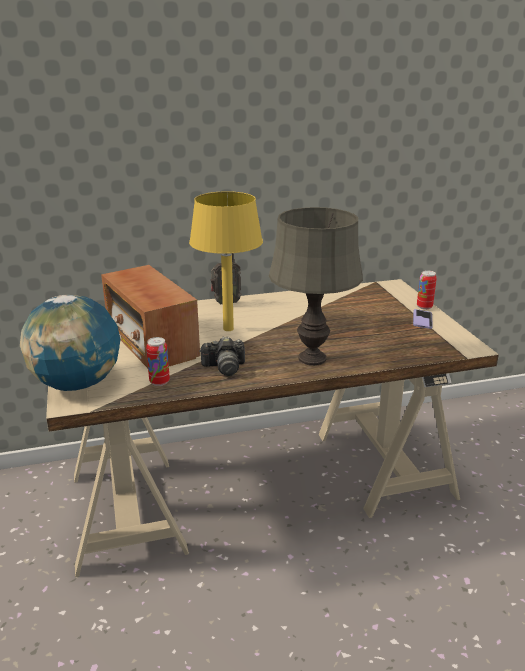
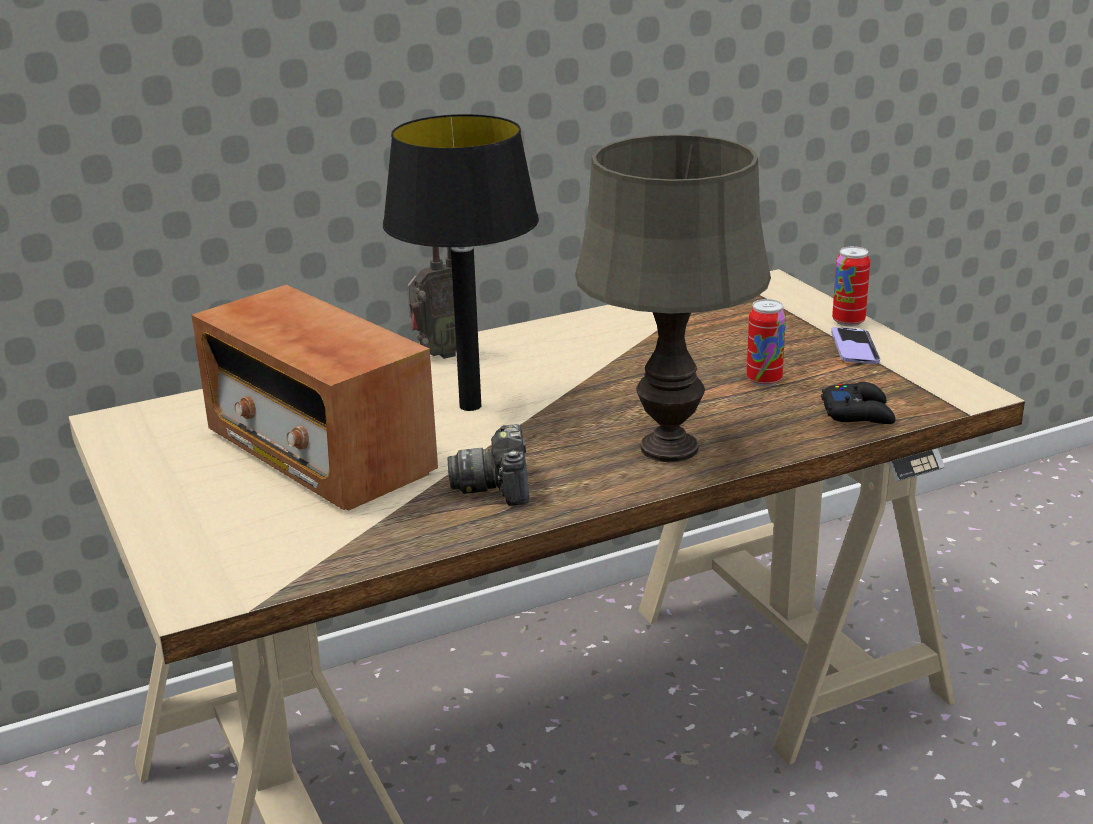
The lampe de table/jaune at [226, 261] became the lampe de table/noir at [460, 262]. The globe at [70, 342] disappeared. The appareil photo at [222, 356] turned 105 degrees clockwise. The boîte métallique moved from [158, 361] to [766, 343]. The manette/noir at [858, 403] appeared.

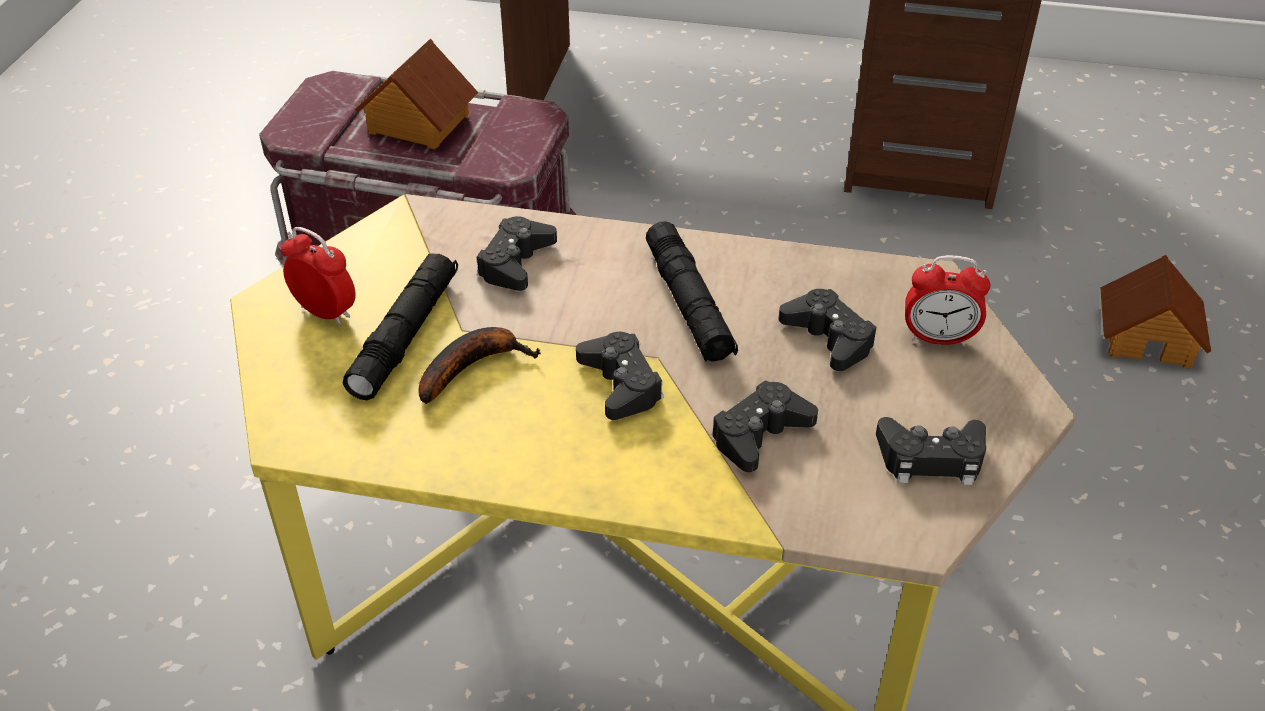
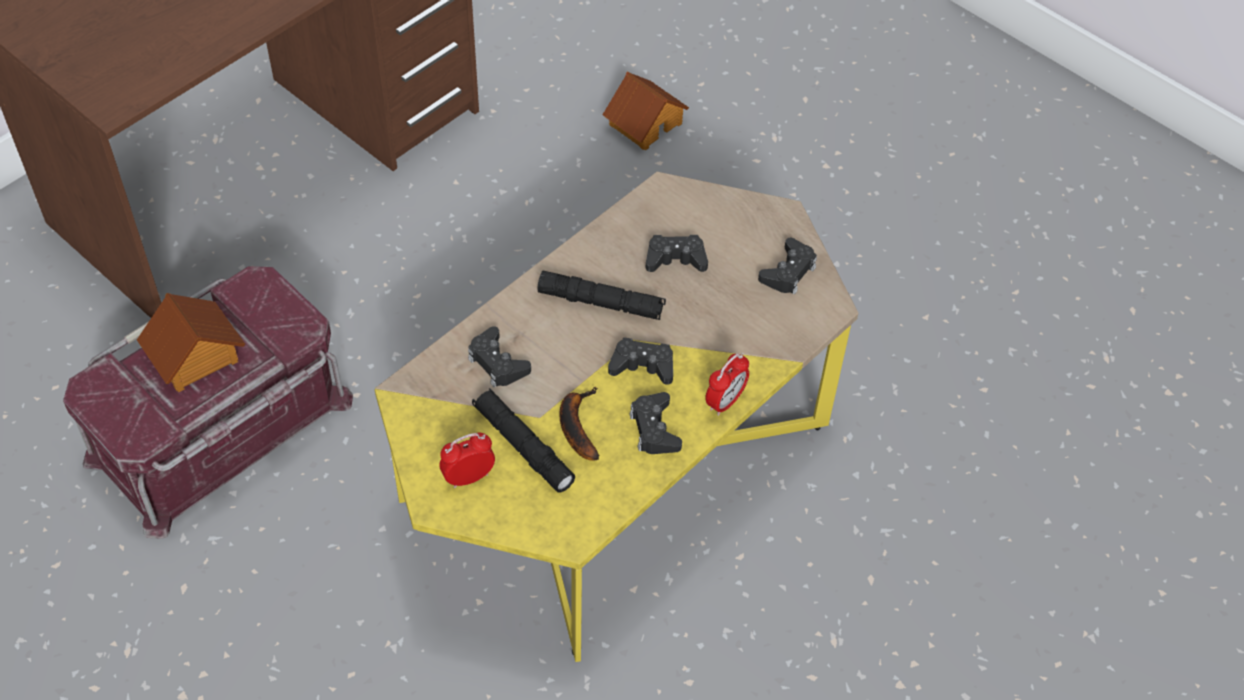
The réveil moved from [947, 300] to [727, 384]. The manette/noir moved from [765, 426] to [655, 423].

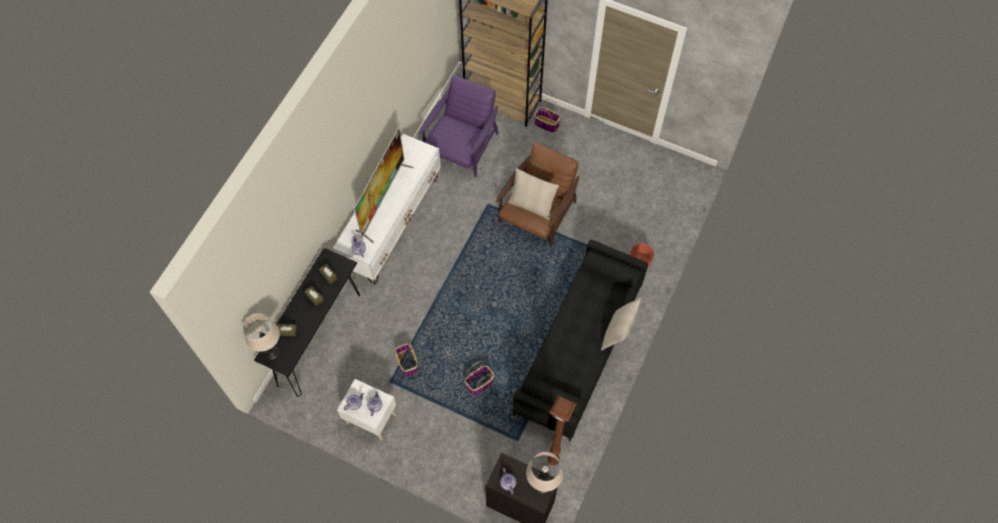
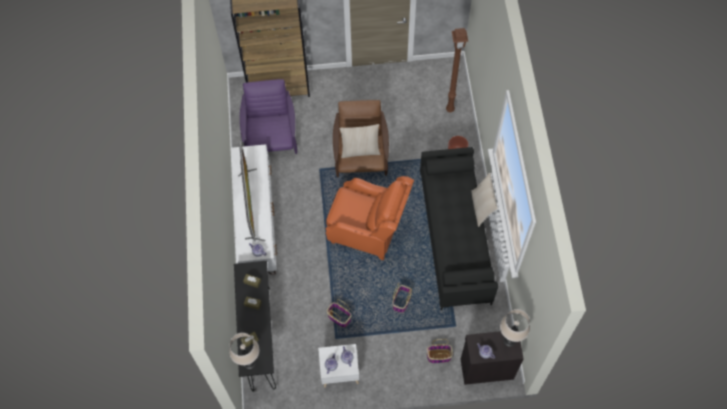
The panier moved from [547, 116] to [440, 351]. The lampadaire/marron moved from [562, 430] to [457, 70]. The fauteuil/orange at [370, 218] appeared.

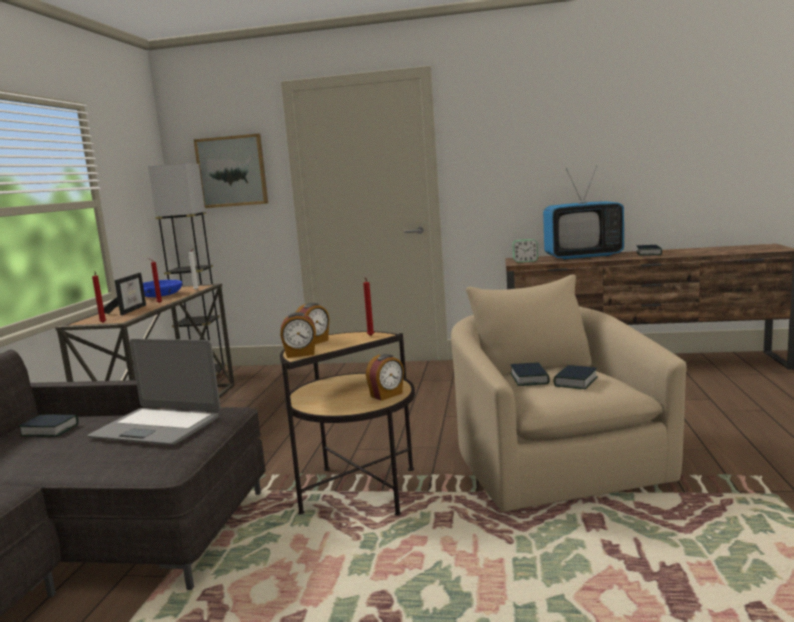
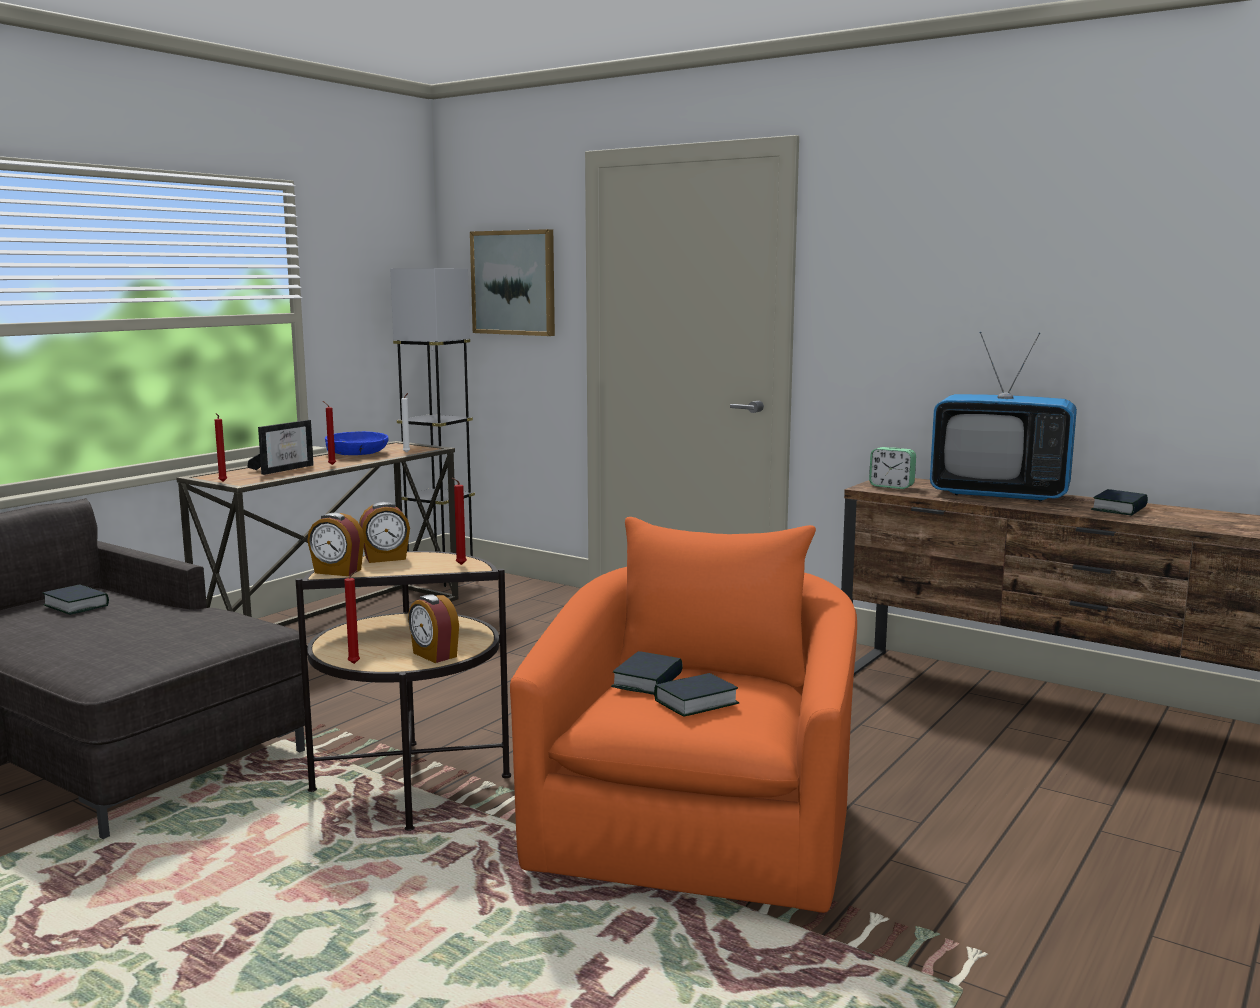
The fauteuil/beige at [569, 393] became the fauteuil/orange at [683, 715]. The ordinateur portable at [154, 392] disappeared. The réveil at [385, 377] turned 60 degrees clockwise. The bougie/rouge at [352, 617] appeared.

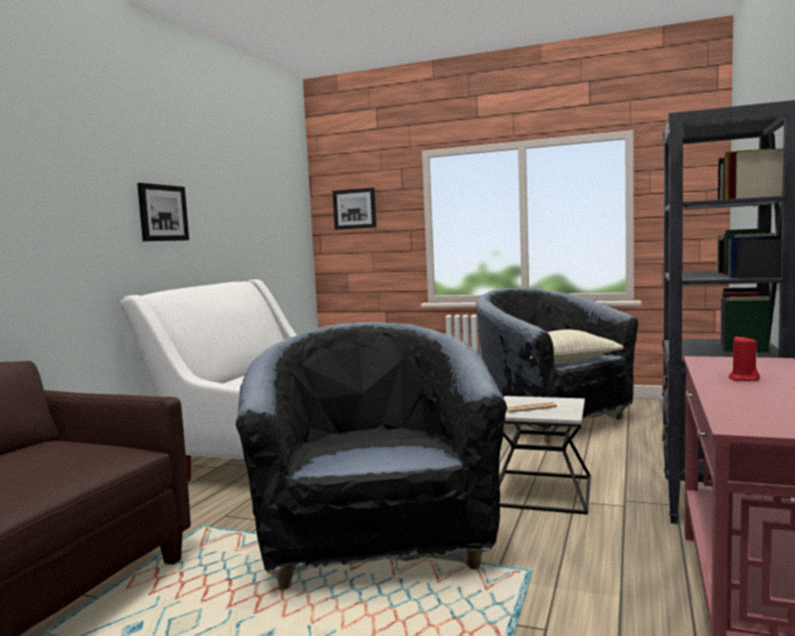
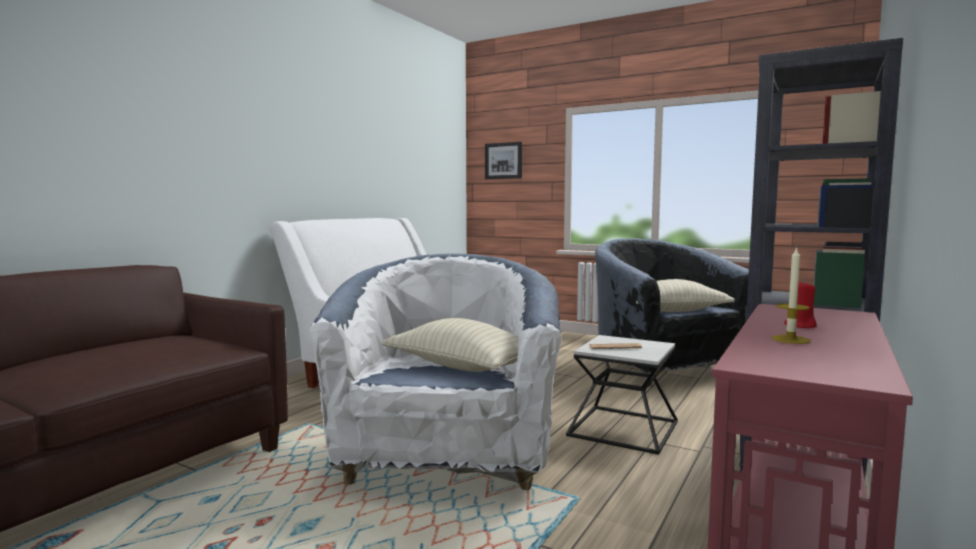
The tableau at [163, 212] disappeared. The fauteuil/noir at [371, 456] became the fauteuil/blanc at [436, 372]. The bougie at [791, 295] appeared. The coussin/beige at [450, 345] appeared.

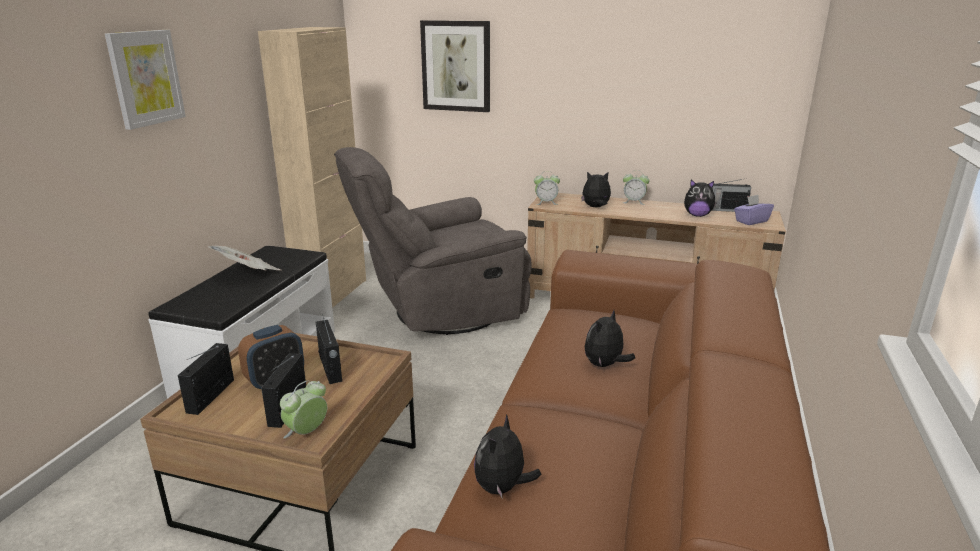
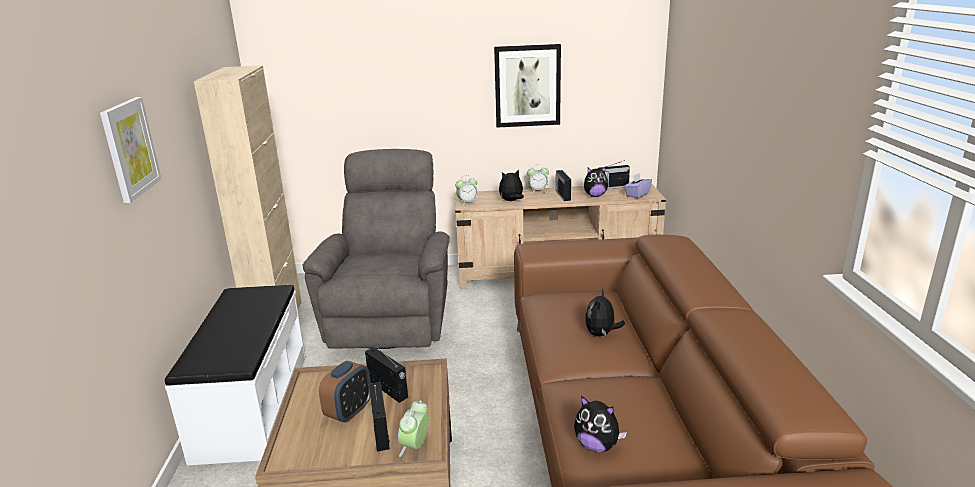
The tableau moved from [455, 66] to [527, 86]. The fauteuil/gris at [433, 241] turned 135 degrees clockwise. The journal at [244, 257] disappeared. The radio moved from [205, 379] to [563, 185]. The peluche at [508, 456] turned 60 degrees counterclockwise.

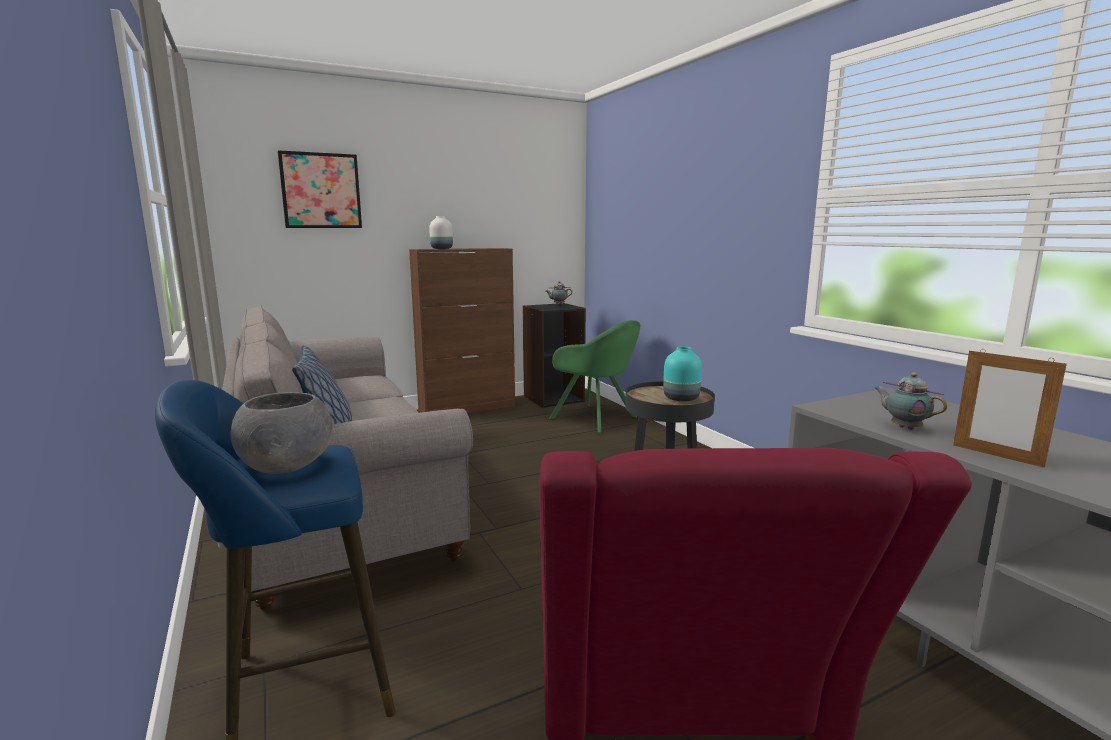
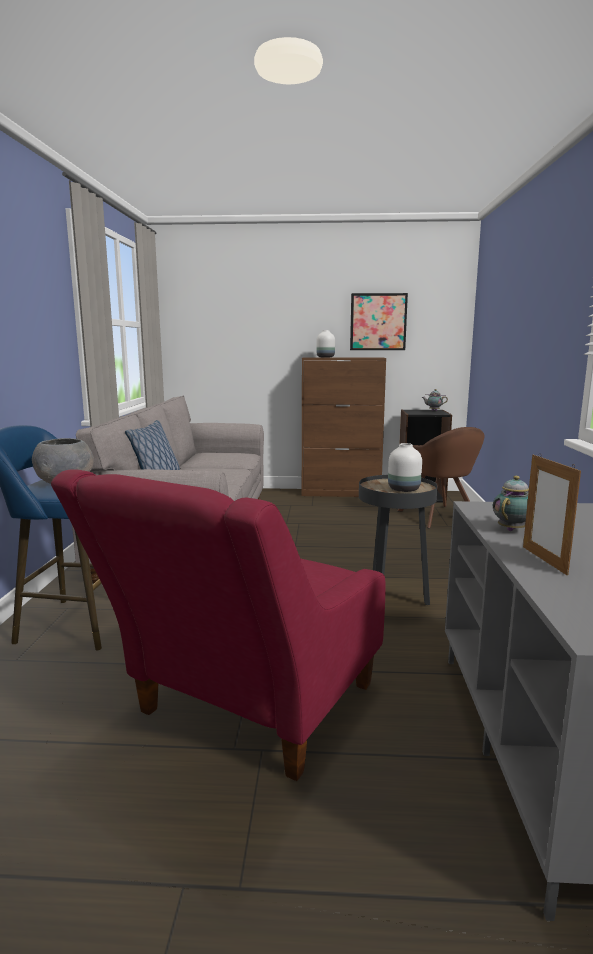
The tableau moved from [320, 189] to [379, 321]. The fauteuil/vert at [594, 376] became the fauteuil/marron at [441, 477]. The vase/turquoise at [682, 373] became the vase/blanc at [405, 467]. The théière at [911, 401] turned 45 degrees clockwise.

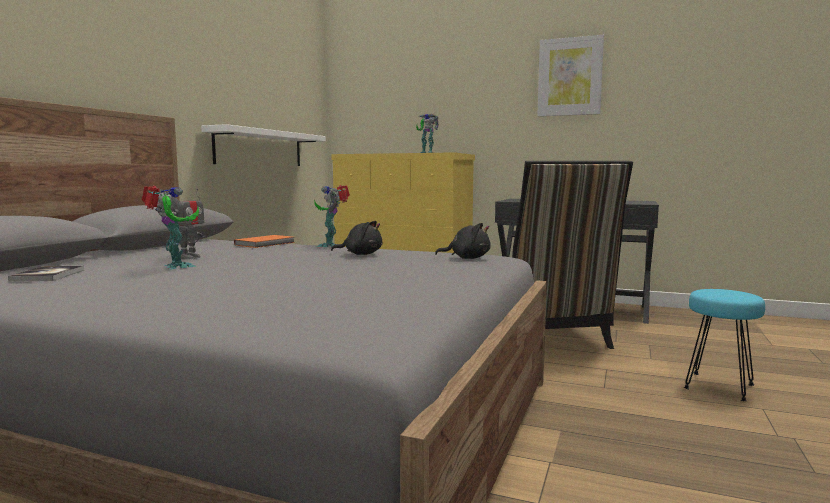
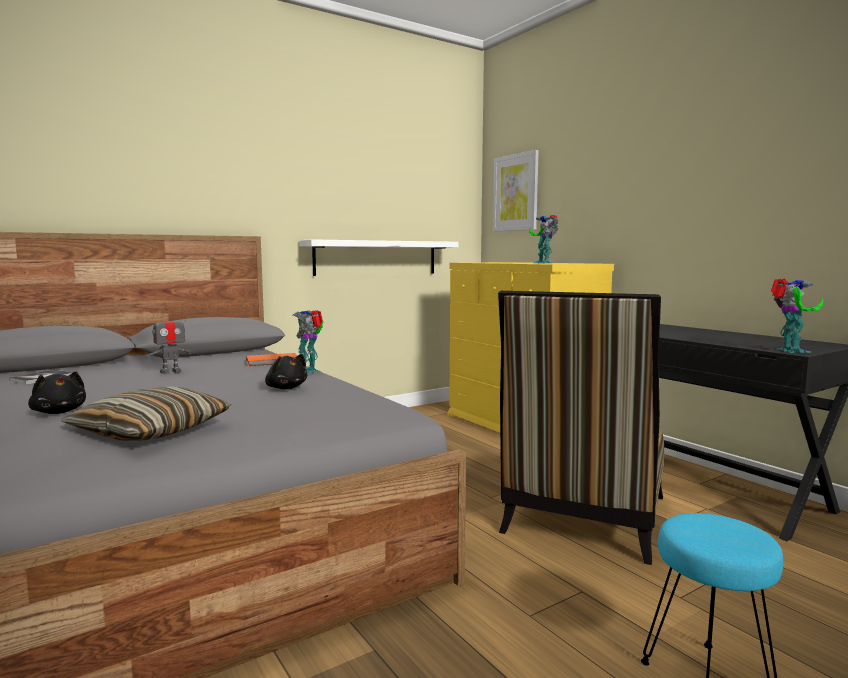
The tableau moved from [570, 76] to [516, 191]. The robot jouet moved from [170, 228] to [797, 315]. The peluche/noir moved from [463, 241] to [57, 393]. The coussin at [146, 413] appeared.

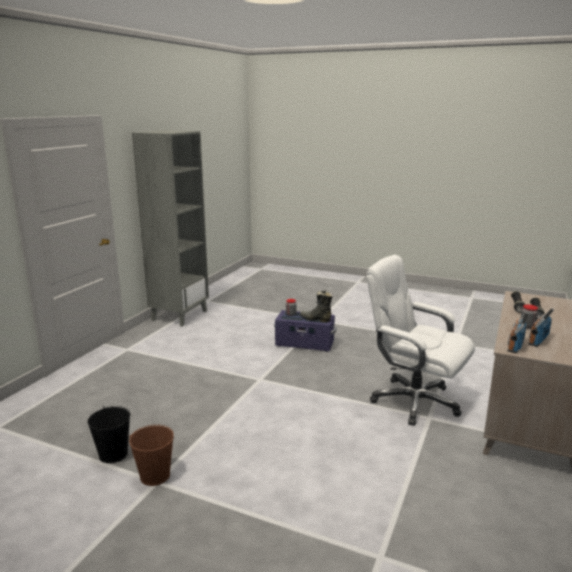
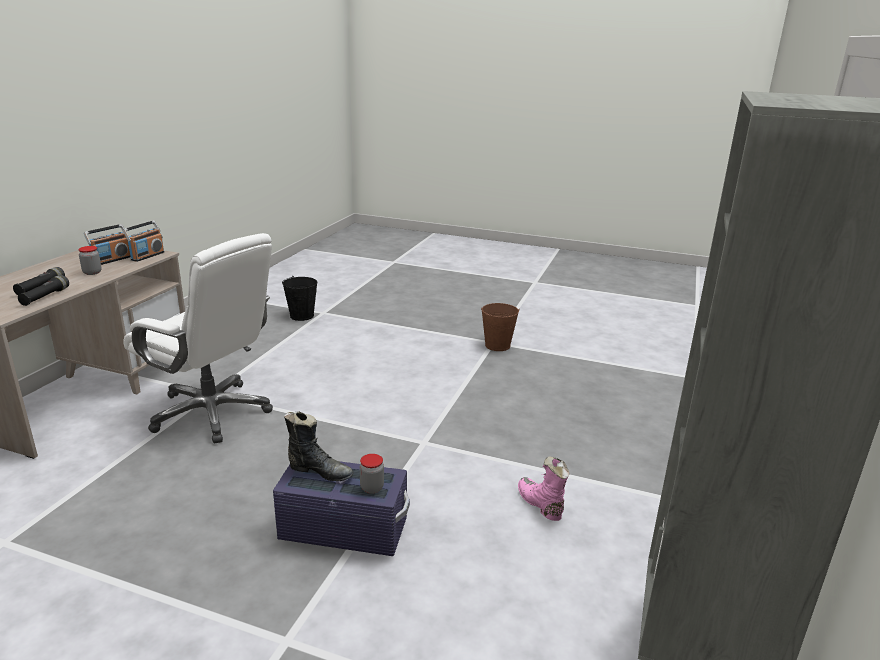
The seau/noir moved from [109, 434] to [299, 298]. The botte/rose at [543, 488] appeared.

